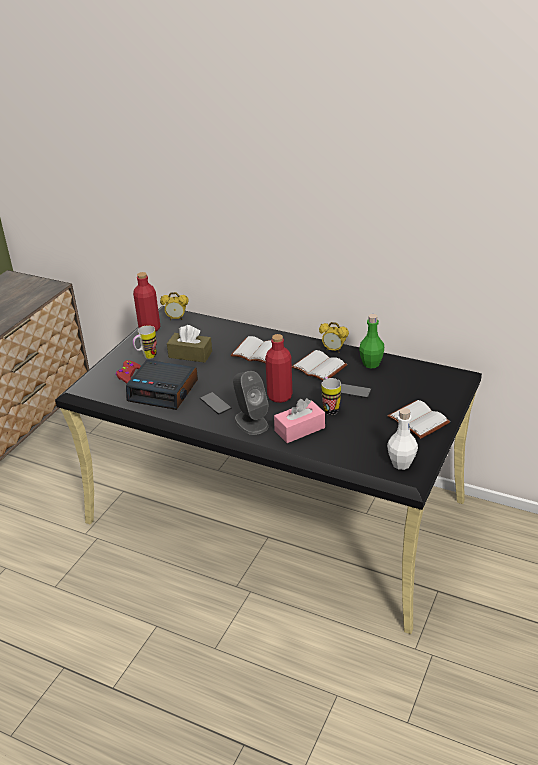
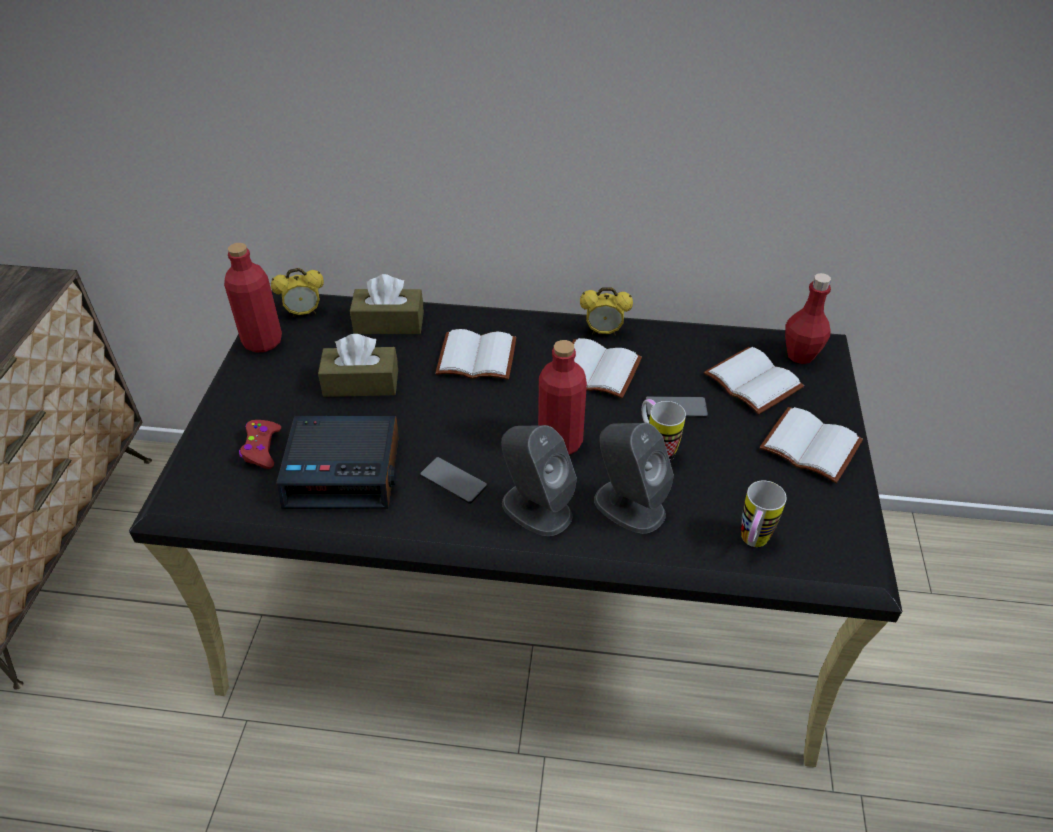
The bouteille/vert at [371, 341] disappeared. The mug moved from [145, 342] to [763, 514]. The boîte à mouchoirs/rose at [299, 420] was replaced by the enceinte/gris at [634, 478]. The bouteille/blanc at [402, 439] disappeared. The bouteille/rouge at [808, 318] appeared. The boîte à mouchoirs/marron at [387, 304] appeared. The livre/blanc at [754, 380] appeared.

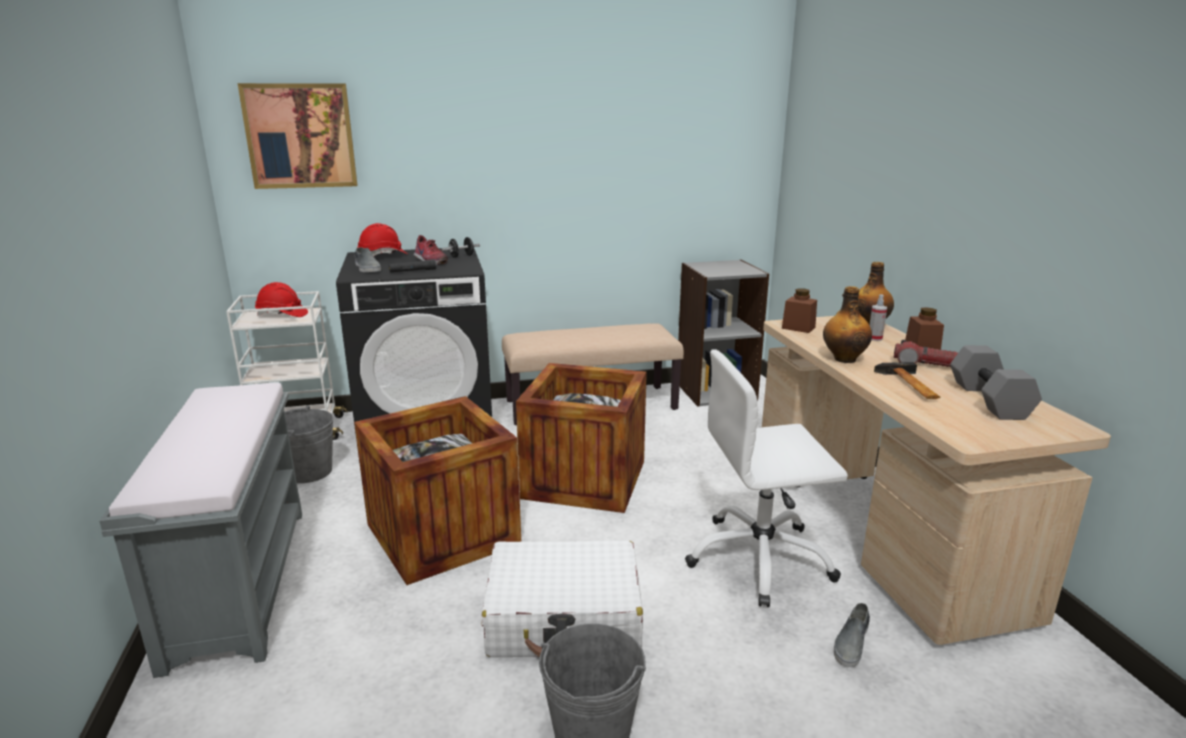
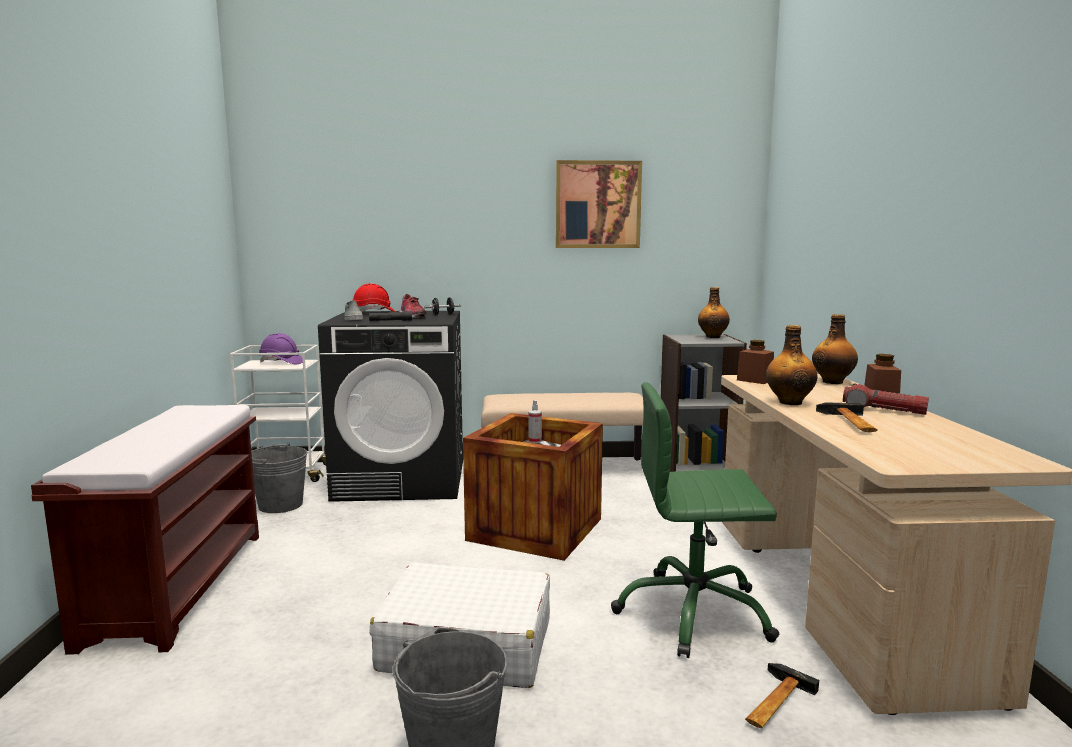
The tableau moved from [297, 136] to [599, 204]. The casque de chantier/rouge at [281, 299] became the casque de chantier/violet at [281, 348]. The vaporisateur moved from [878, 317] to [535, 421]. The haltère/gris at [996, 382] disappeared. The chaise de bureau/blanc at [766, 478] became the chaise de bureau/vert at [695, 520]. The banc/gris at [200, 530] became the banc/marron at [145, 530]. The caisse at [437, 490] disappeared. The chaussure/gris at [852, 635] was replaced by the marteau at [782, 695]. The bouteille at [714, 312] appeared.

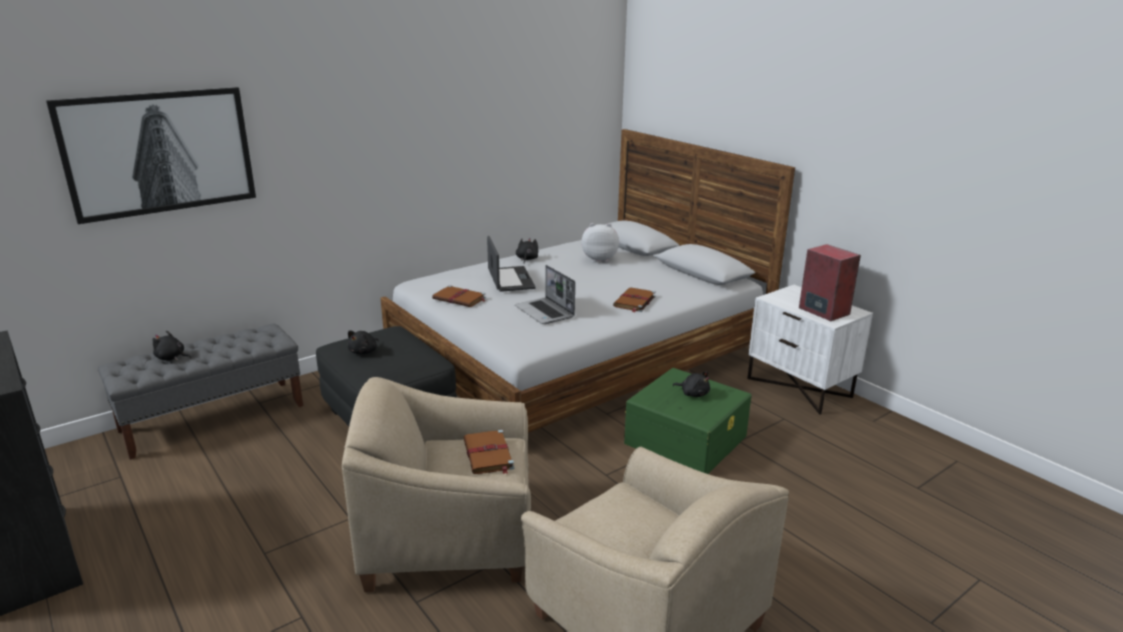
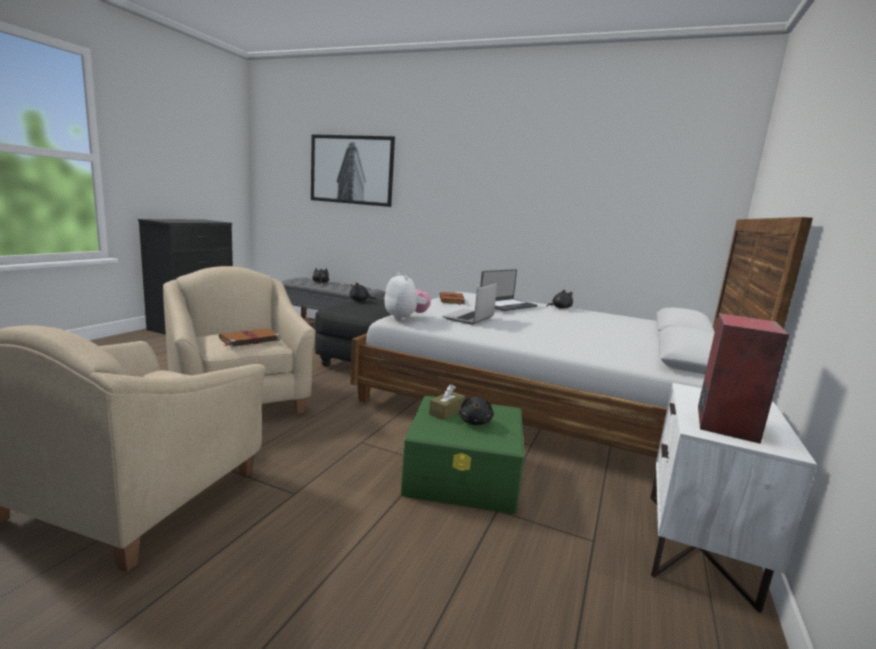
The peluche moved from [600, 243] to [407, 296]. The livre/marron at [634, 300] disappeared. The boîte à mouchoirs/marron at [447, 402] appeared.

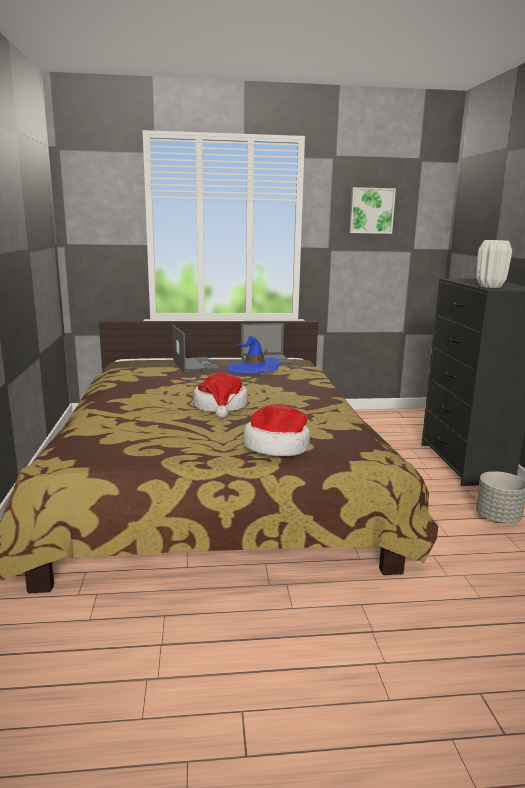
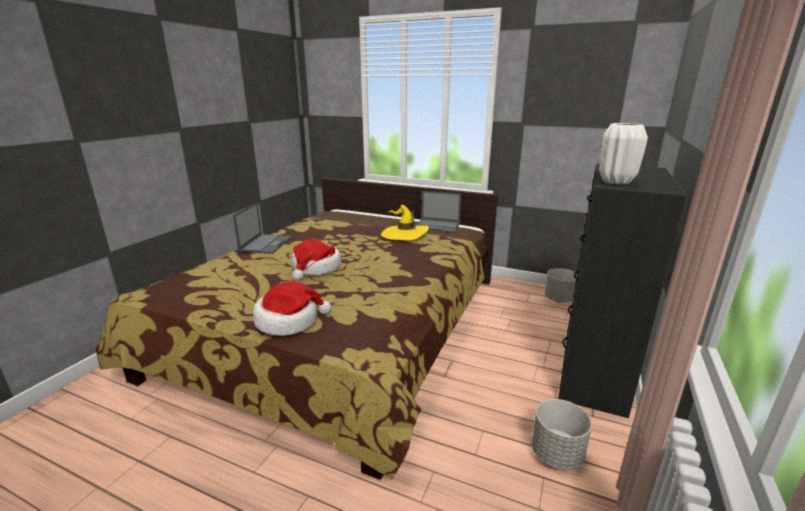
The tableau at [372, 210] disappeared. The ordinateur portable moved from [196, 348] to [262, 228]. The chapeau/bleu at [253, 355] became the chapeau/jaune at [405, 222]. The cache-pot/gris at [561, 285] appeared.

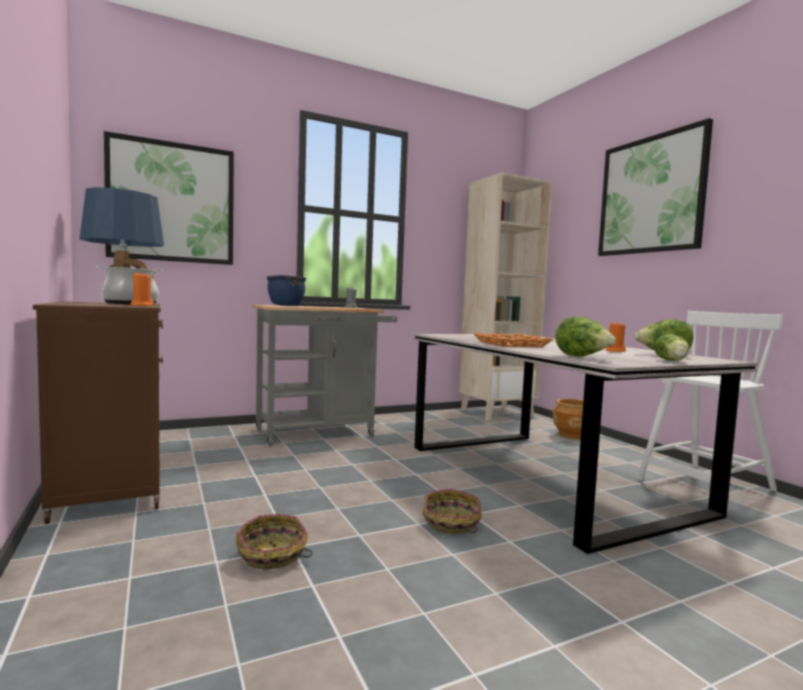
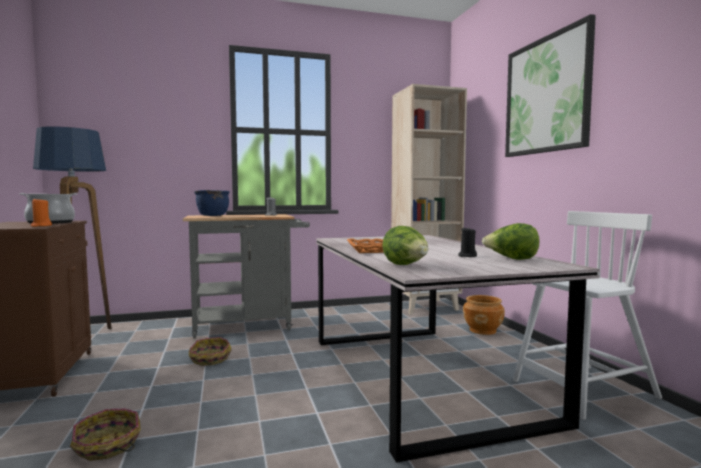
The tableau at [169, 198] disappeared. The bougie/orange at [615, 336] became the bougie/noir at [467, 241]. The laitue at [671, 347] disappeared. The panier moved from [452, 511] to [210, 351].

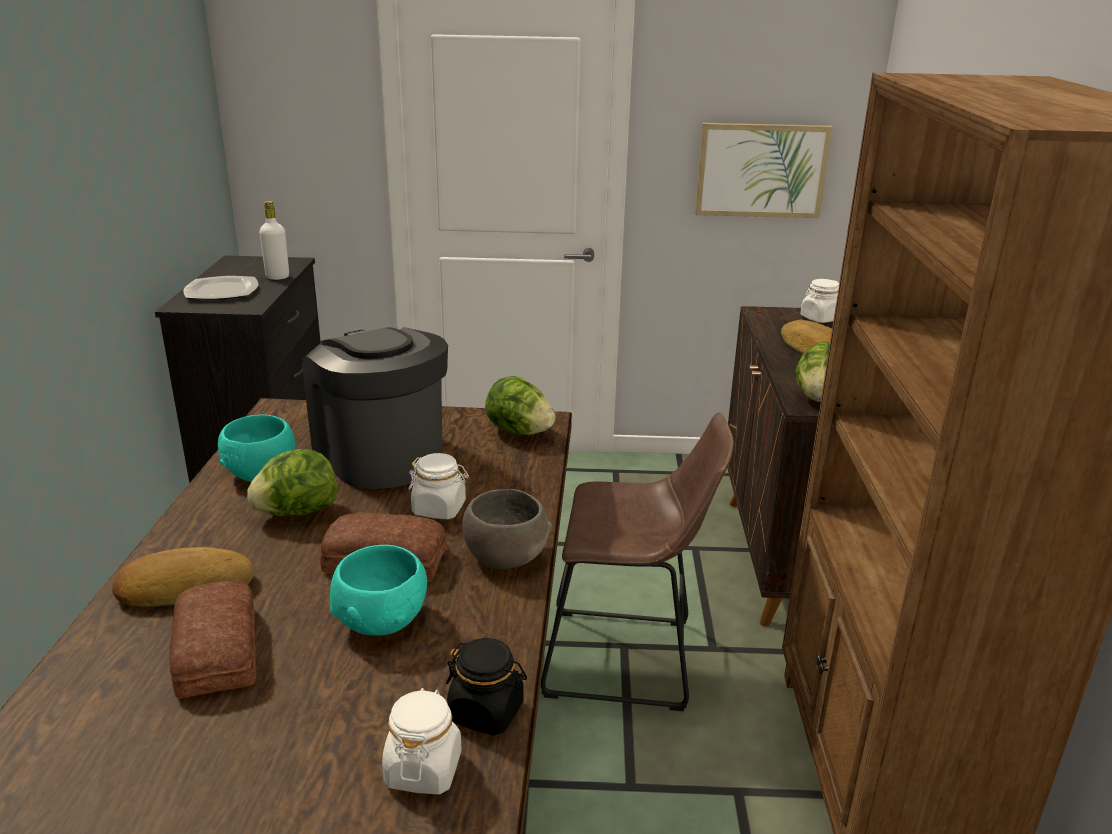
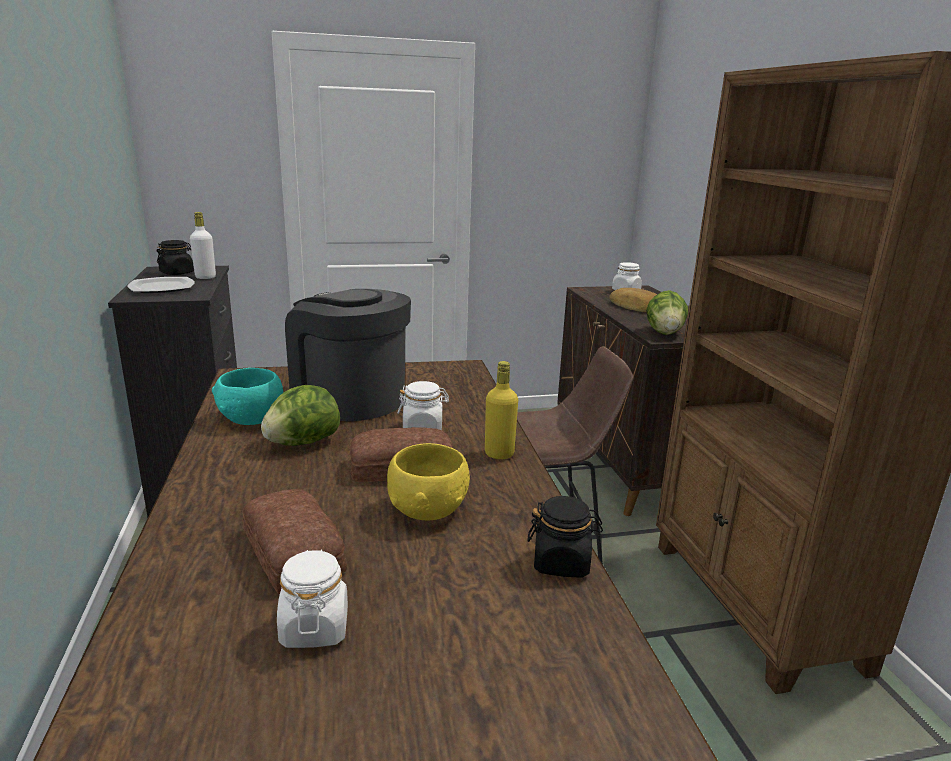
The tableau at [763, 170] disappeared. The laitue at [520, 406] disappeared. The bol/gris at [507, 529] was replaced by the bouteille/jaune at [501, 410]. The bol/turquoise at [378, 590] became the bol/jaune at [428, 481]. The pain at [183, 577] disappeared. The bocal/blanc moved from [421, 741] to [312, 598]. The bocal/noir at [175, 257] appeared.

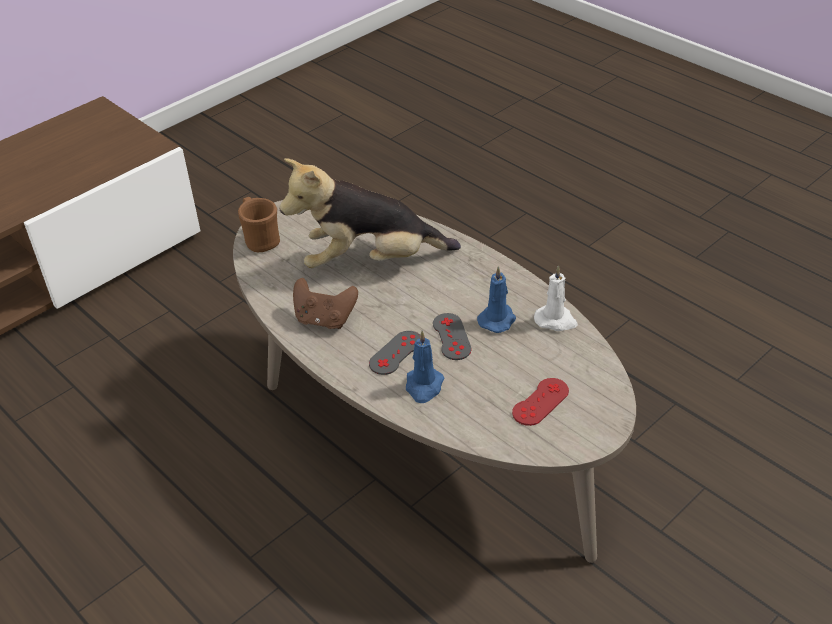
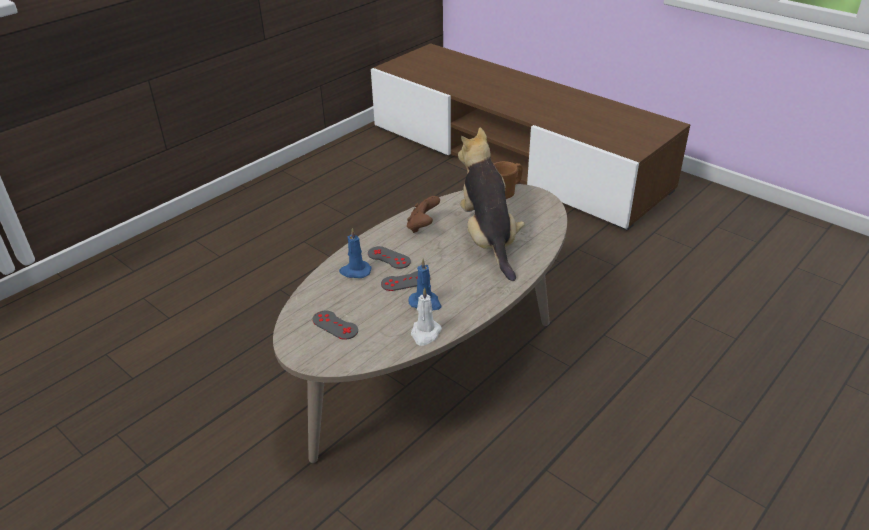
The manette/rouge at [540, 402] became the manette/gris at [335, 325].

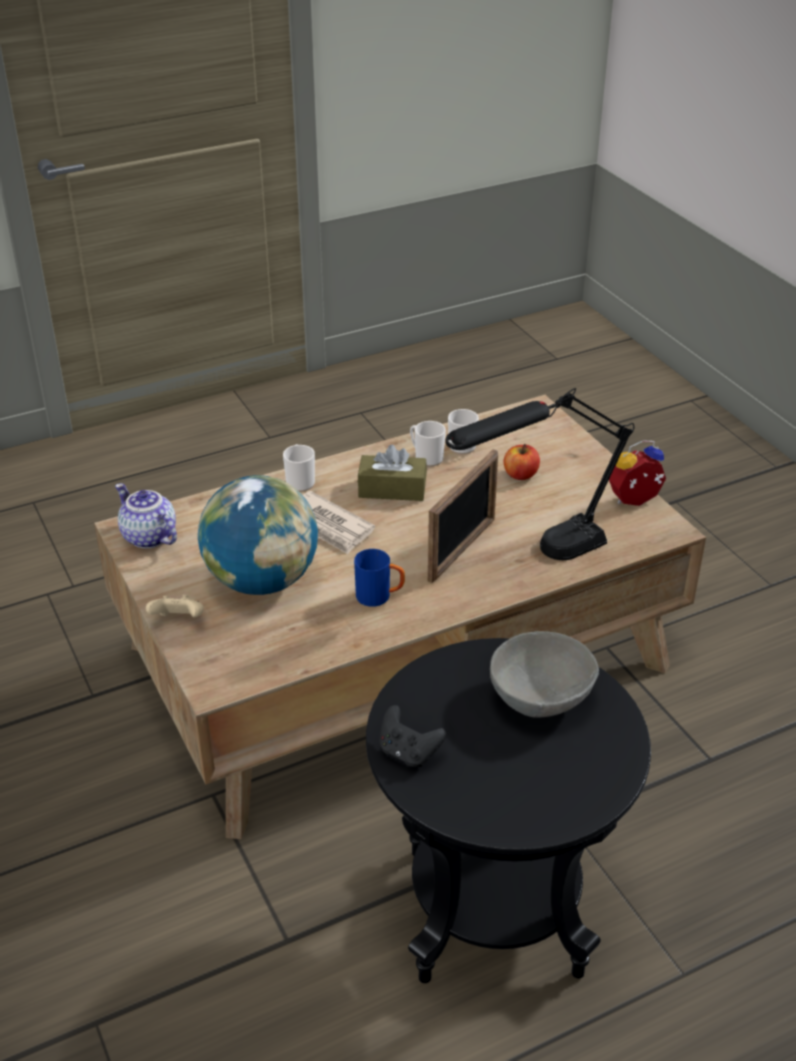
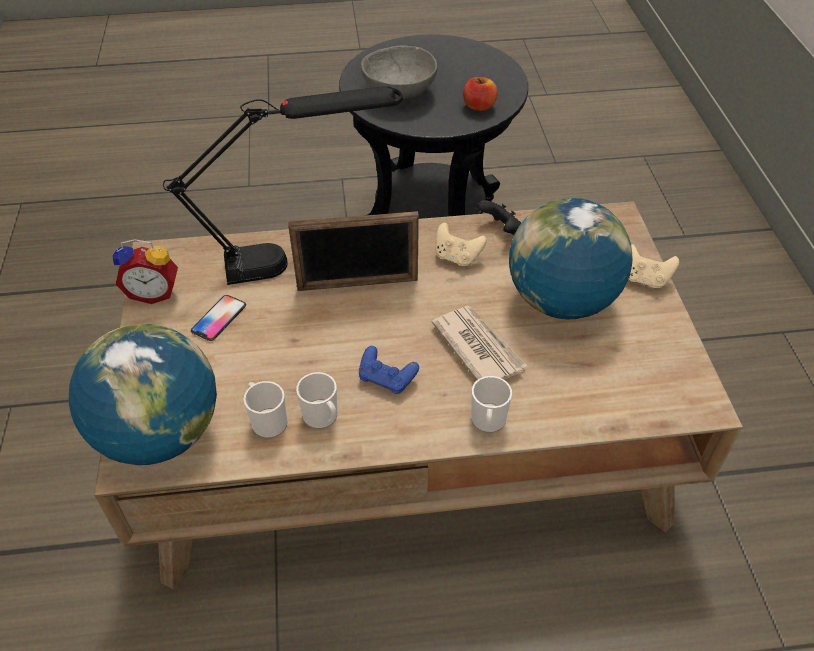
The pomme moved from [522, 462] to [480, 94]. The boîte à mouchoirs/marron at [392, 473] was replaced by the manette/bleu at [389, 370]. The cadre photo at [463, 516] turned 150 degrees counterclockwise. The théière at [146, 515] disappeared. The mug/bleu at [379, 578] was replaced by the manette/beige at [461, 245]. The manette/noir moved from [412, 736] to [499, 217]. The téléphone at [218, 318] appeared. The globe at [143, 394] appeared.

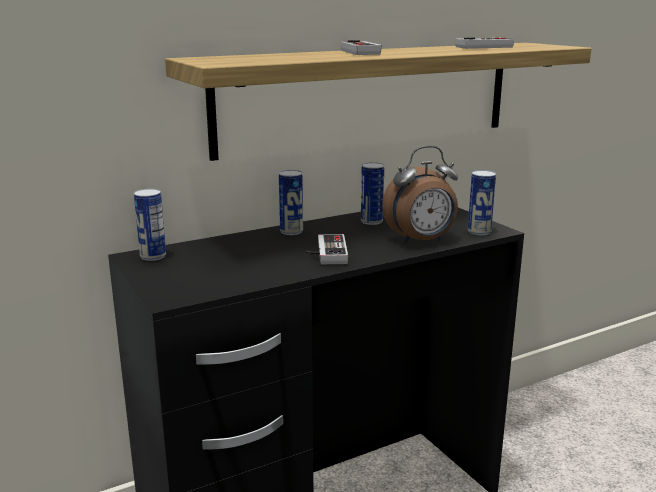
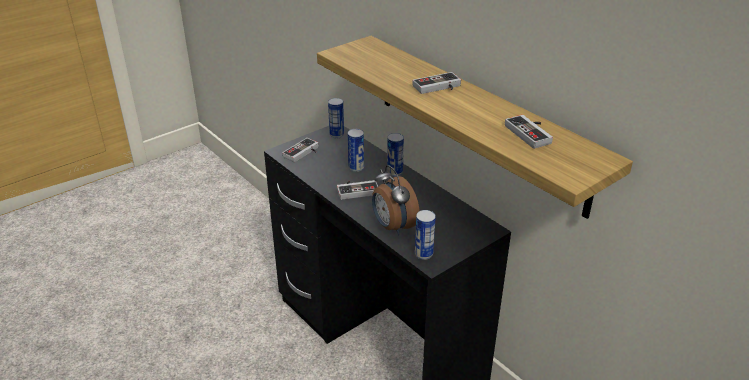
The boîte métallique moved from [372, 193] to [356, 150]. The manette at [300, 150] appeared.

